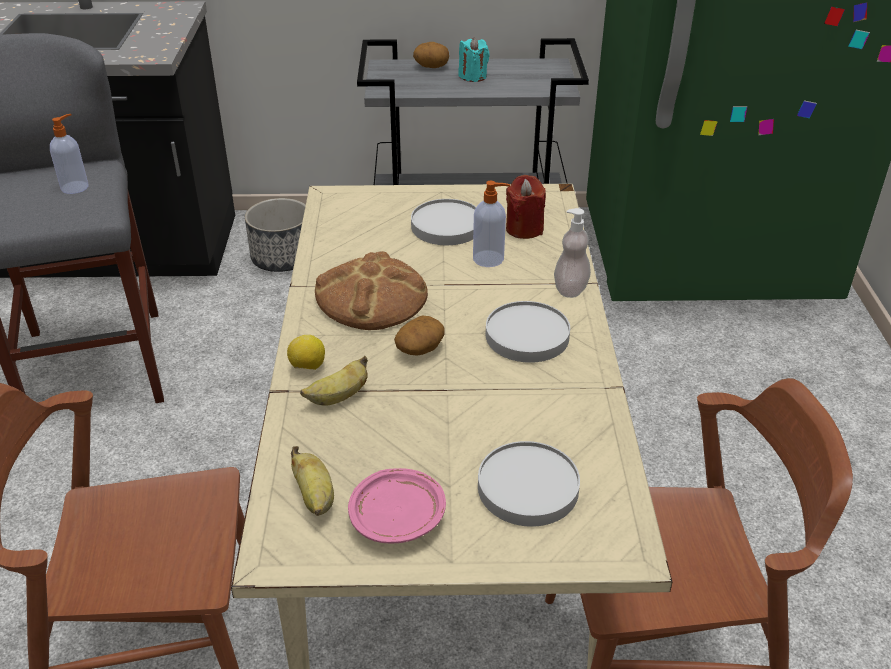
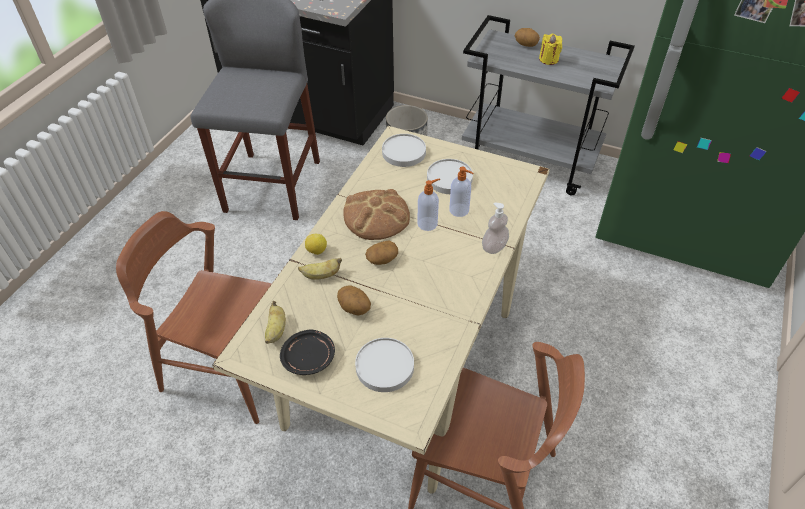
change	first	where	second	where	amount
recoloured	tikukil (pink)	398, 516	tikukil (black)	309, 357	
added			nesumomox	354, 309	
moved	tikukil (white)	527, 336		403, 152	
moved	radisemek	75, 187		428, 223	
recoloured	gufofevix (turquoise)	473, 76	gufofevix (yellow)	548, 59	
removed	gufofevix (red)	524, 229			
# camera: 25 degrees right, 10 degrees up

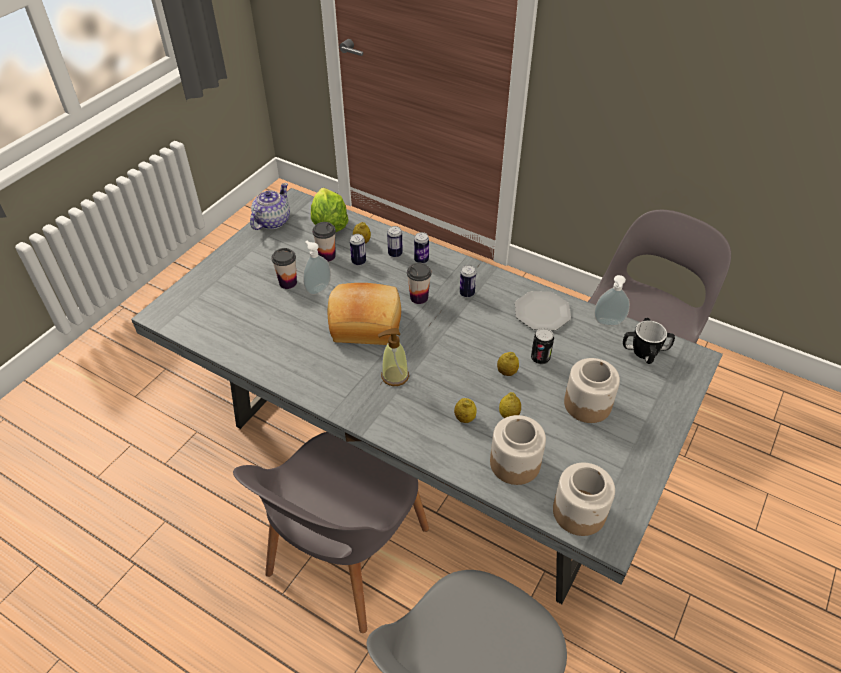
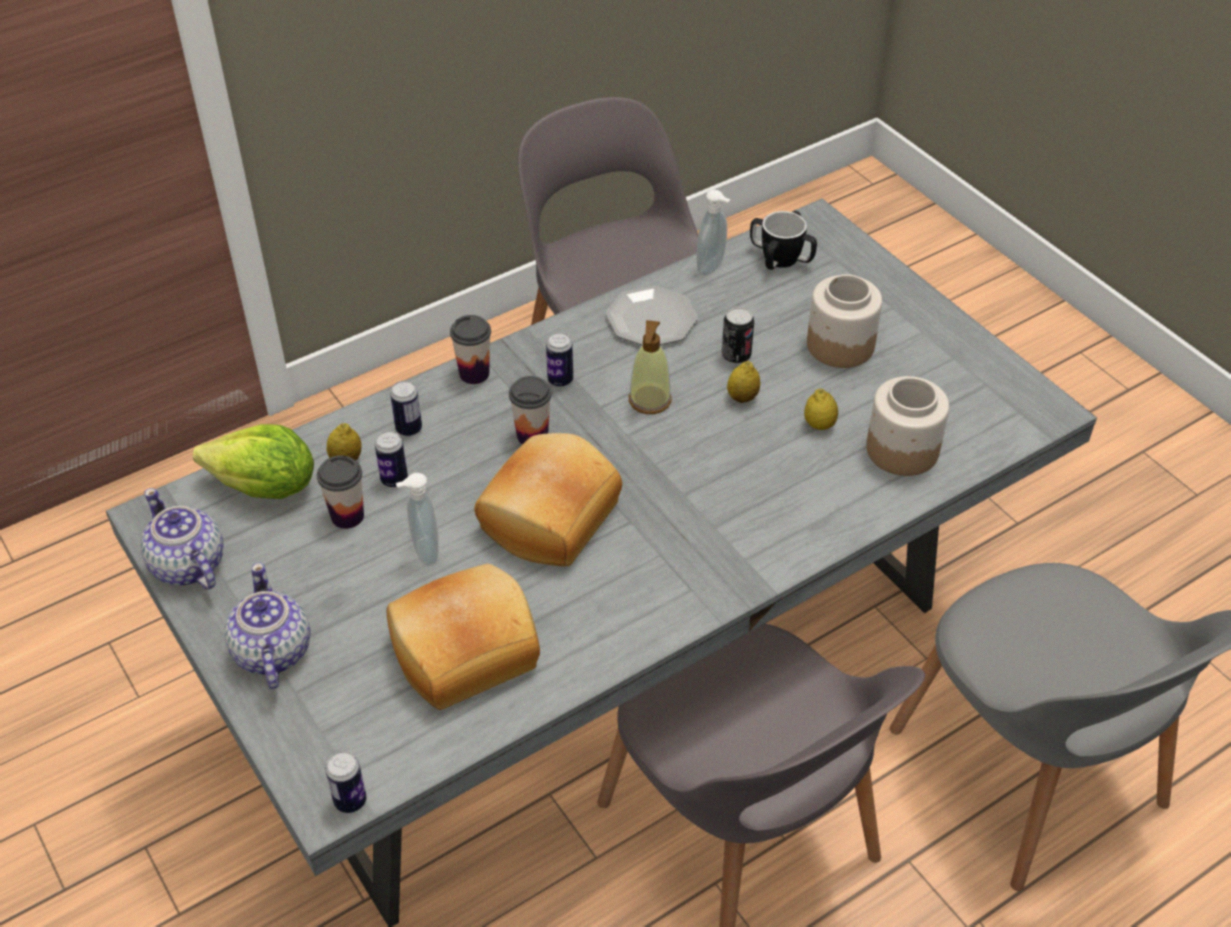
change	first	where	second	where	amount
added			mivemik	271, 652	
moved	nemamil	421, 260		350, 801	
added			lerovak	463, 649	
moved	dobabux	288, 283		474, 373	
moved	radisemek	394, 376		649, 400	
removed	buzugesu	464, 418			
removed	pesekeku	579, 511			
# camera: 65 degrees left, 0 degrees up

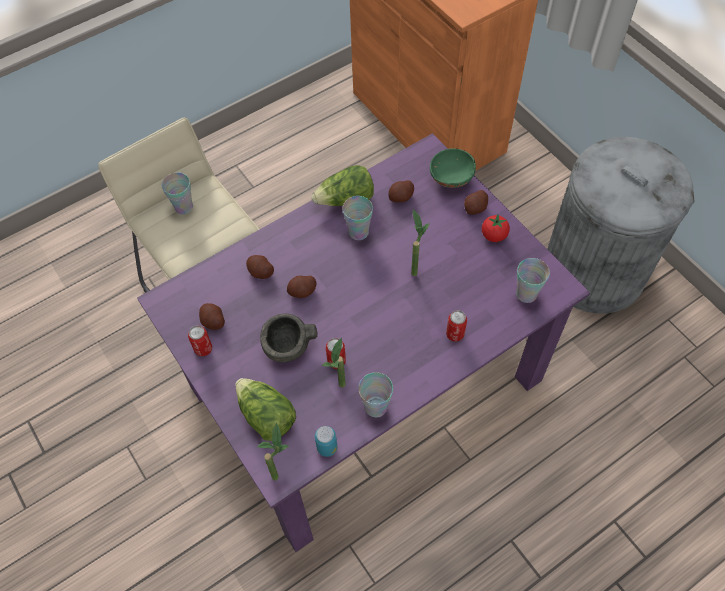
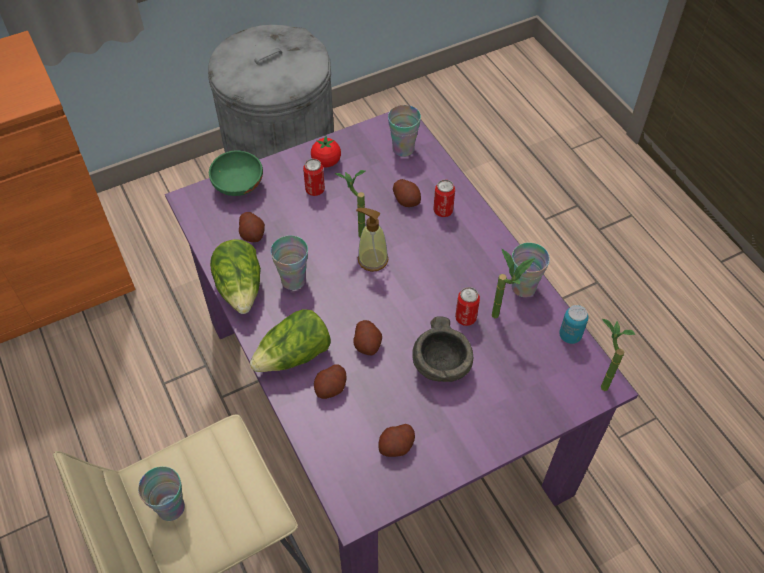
change	first	where	second	where	amount
moved	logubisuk	266, 416		294, 356	
moved	nemamil	203, 349		315, 190	
added			radisemek	372, 259	
moved	nesumomox	475, 208		407, 200	
# camera: 85 degrees left, 5 degrees down

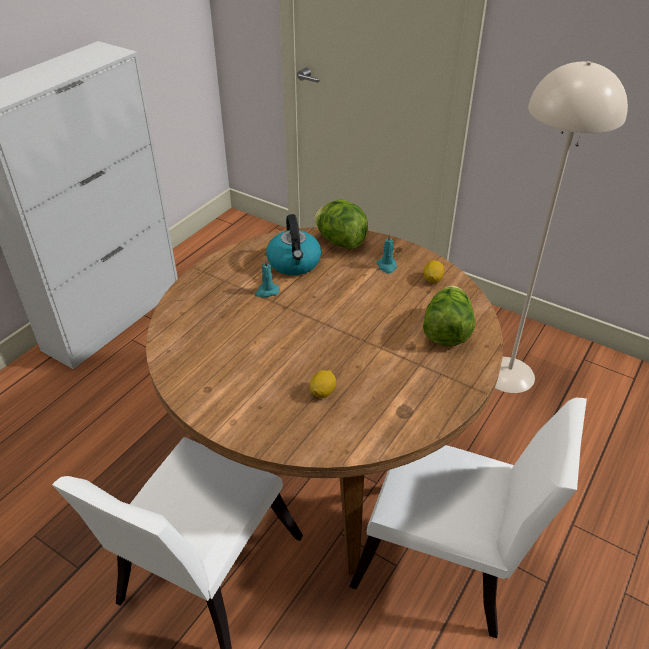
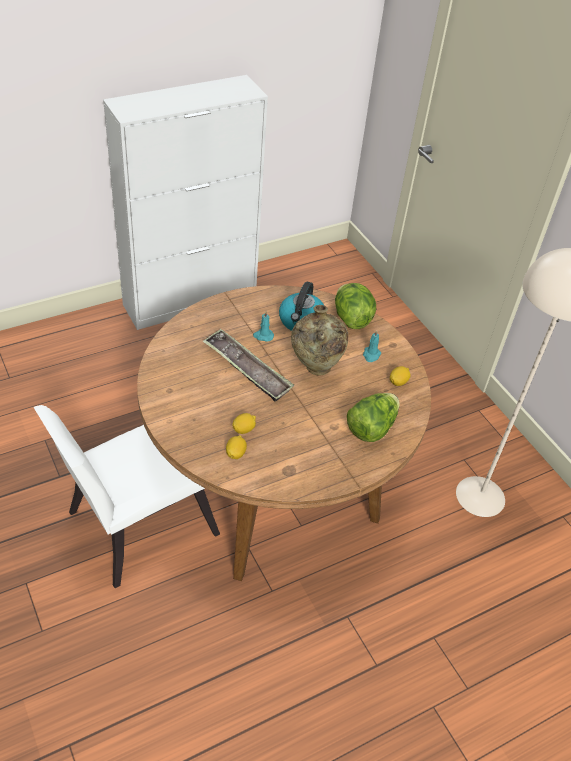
change	first	where	second	where	amount
added			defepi	247, 369	
added			buzugesu	235, 453	
added			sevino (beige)	315, 369	
removed	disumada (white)	448, 560			
# camera: 25 degrees right, 5 degrees up

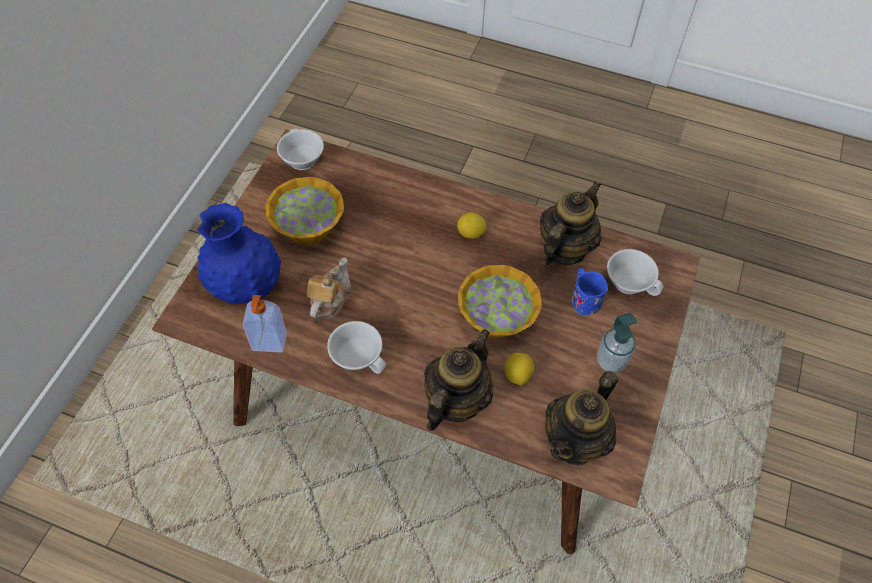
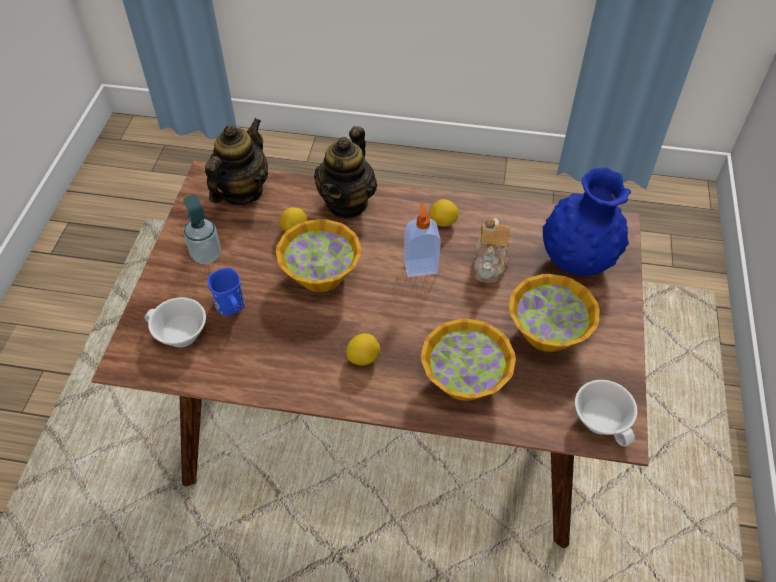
change	first	where	second	where	amount
moved	radisemek	269, 343		420, 266	
added			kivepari	465, 378	
replaced	dobabux (white)	359, 355	buzugesu	443, 222	
removed	mivemik	564, 249			
# camera: 170 degrees right, 5 degrees down

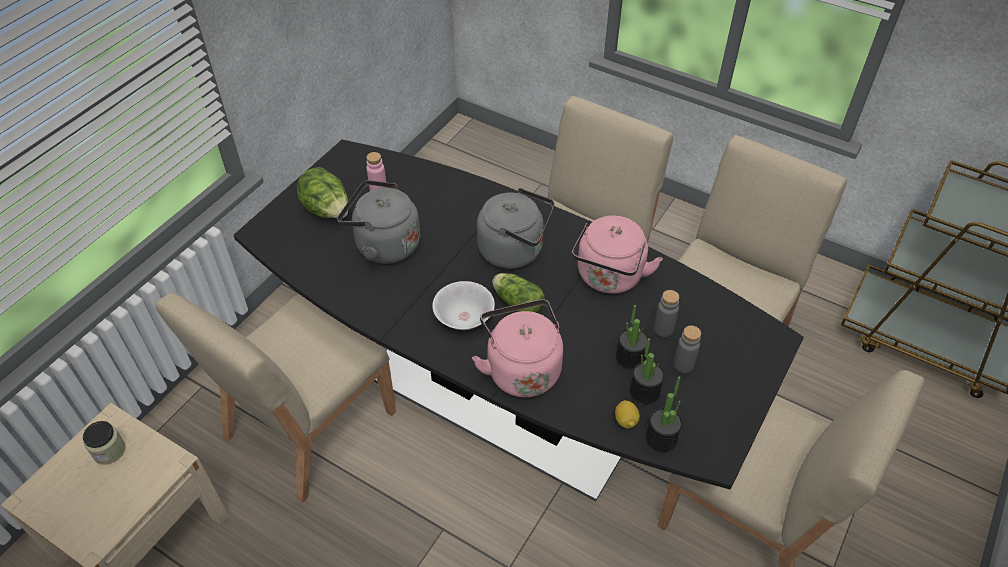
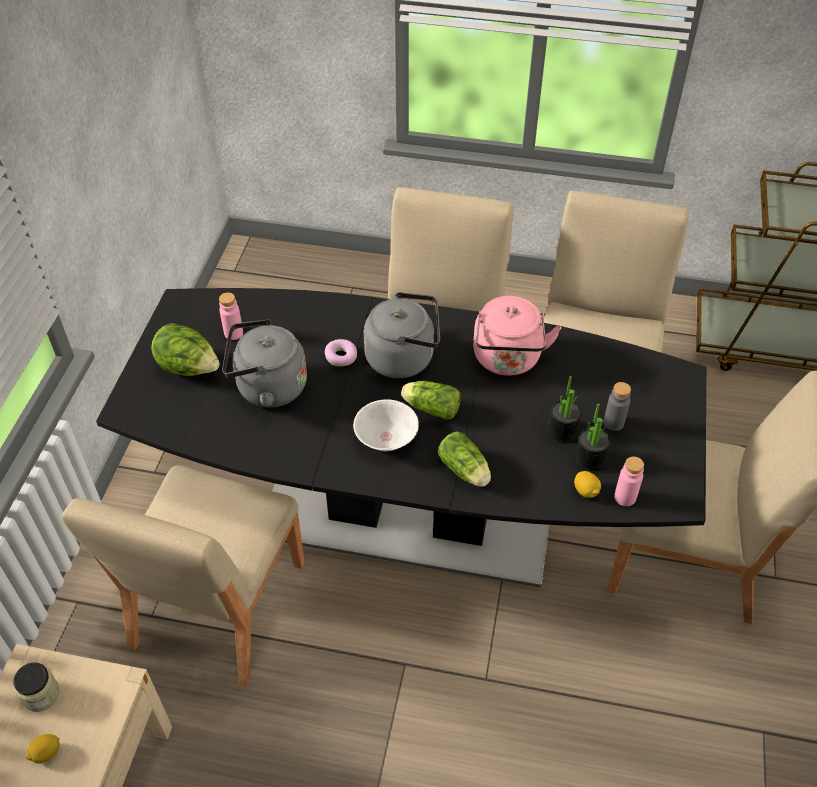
change	first	where	second	where	amount
added			buzugesu	46, 753	
added			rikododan	341, 357	
replaced	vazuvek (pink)	521, 368	logubisuk	465, 471	
replaced	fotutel	661, 438	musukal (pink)	625, 497	
removed	musukal (grey)	663, 329			
# camera: 20 degrees left, 0 degrees up

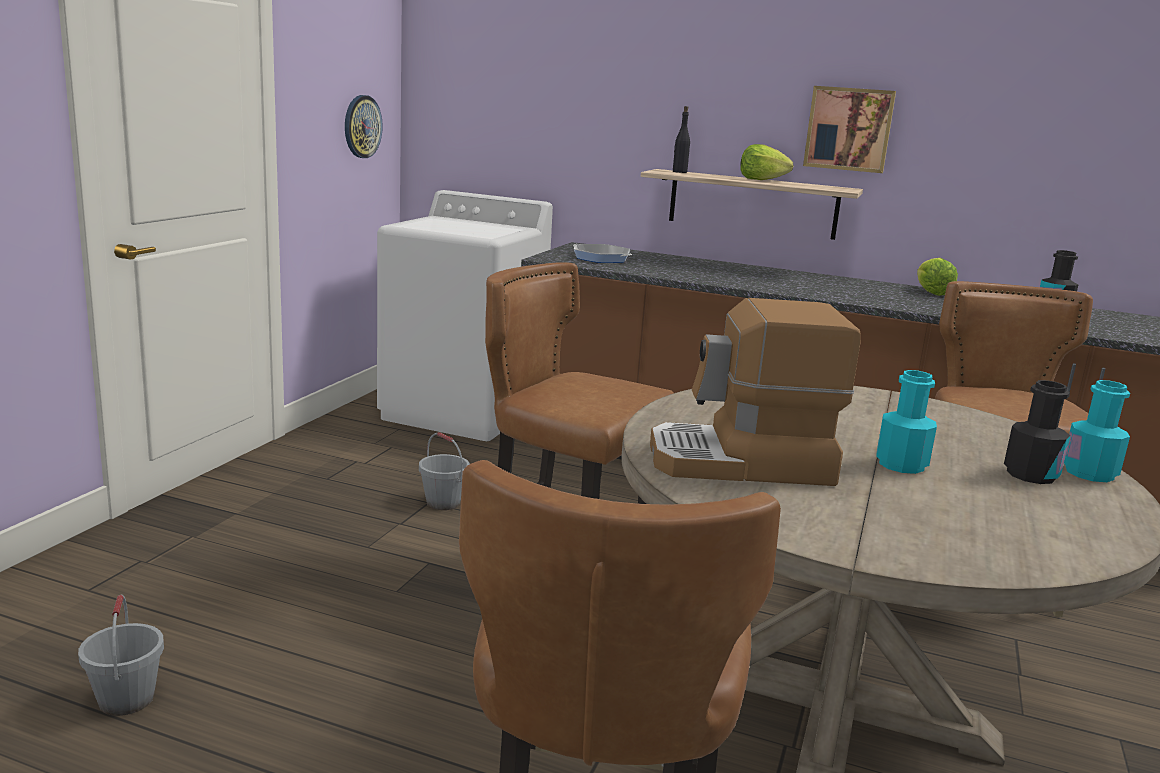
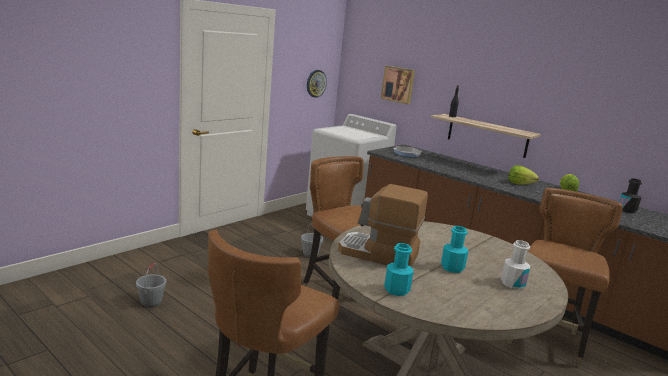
change	first	where	second	where	amount
moved	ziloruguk	849, 129		398, 84	
moved	musukal (turquoise)	1089, 473		396, 290	
recoloured	musukal (black)	1030, 475	musukal (white)	512, 284	
moved	logubisuk	761, 179		519, 184	
# camera: 20 degrees right, 0 degrees up

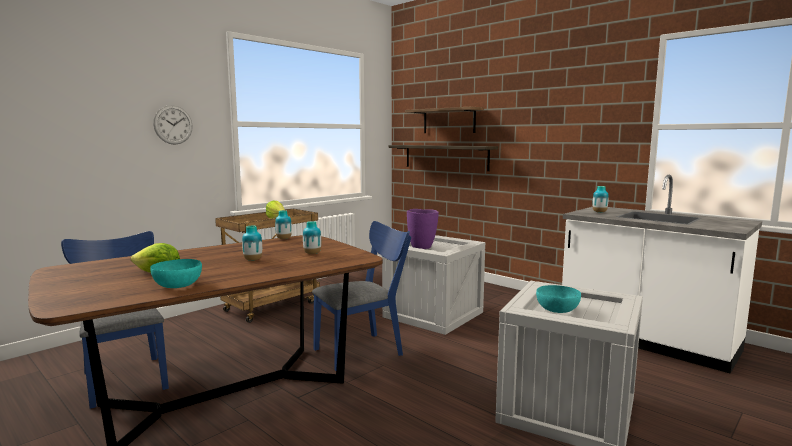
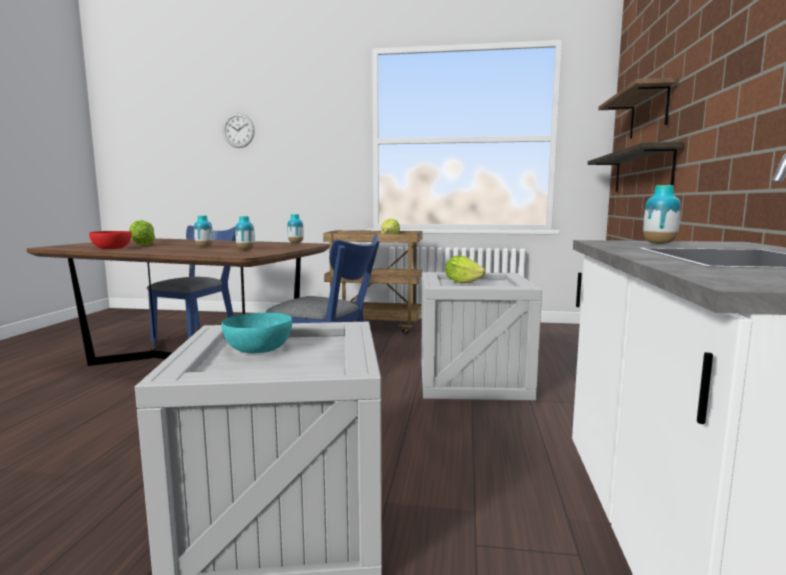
change	first	where	second	where	amount
recoloured	kivepari (turquoise)	177, 285	kivepari (red)	112, 248	
moved	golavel	173, 125		238, 130	
replaced	sevino (purple)	422, 247	logubisuk	462, 282	
# camera: 55 degrees right, 0 degrees up

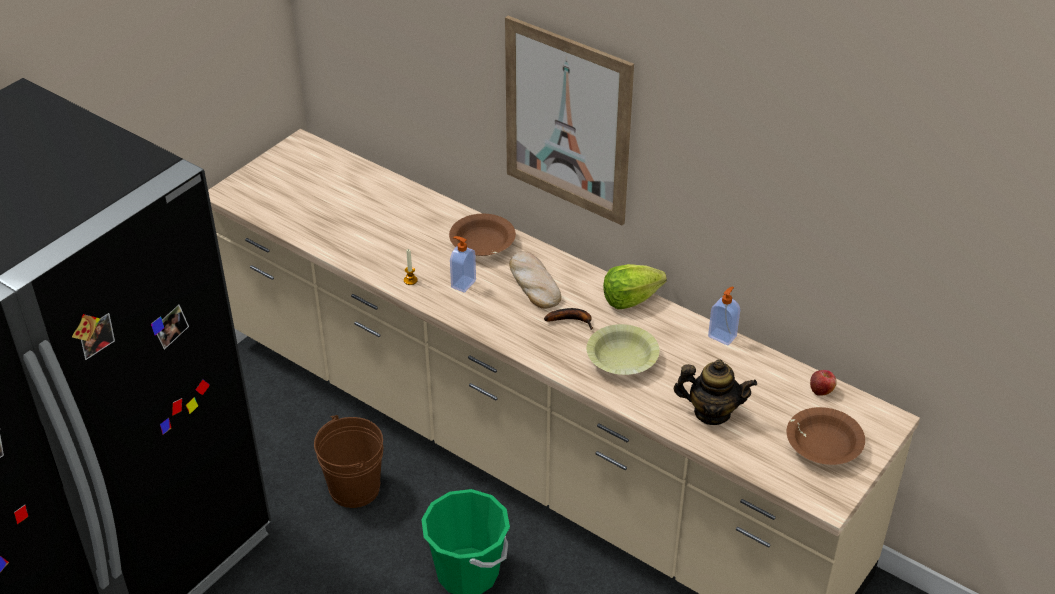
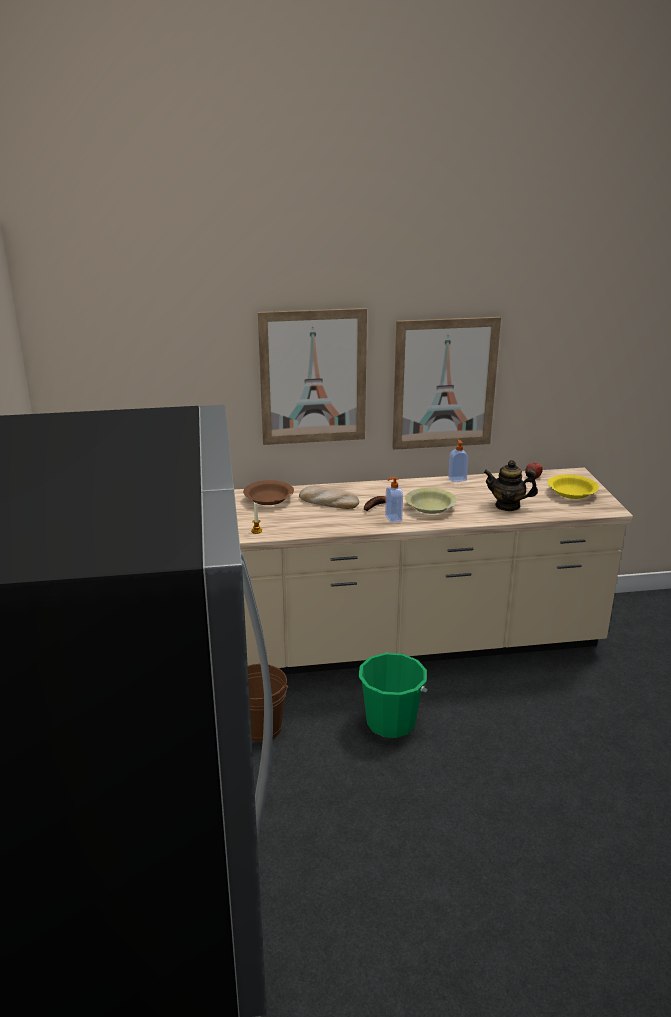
change	first	where	second	where	amount
moved	radisemek	462, 284		392, 518	
added			ziloruguk	444, 384	
turned	mivemik	712, 412		507, 505	135 degrees counterclockwise
recoloured	kivepari (brown)	823, 445	kivepari (yellow)	571, 493	
removed	logubisuk	630, 299			
# camera: 45 degrees left, 15 degrees down

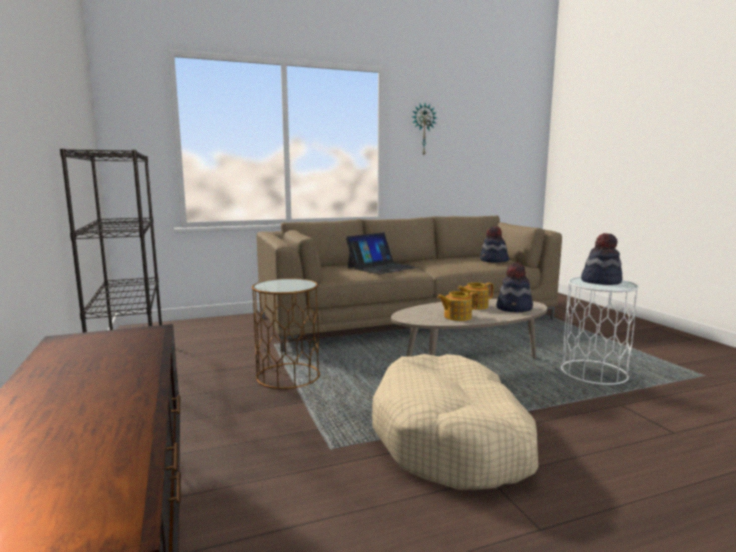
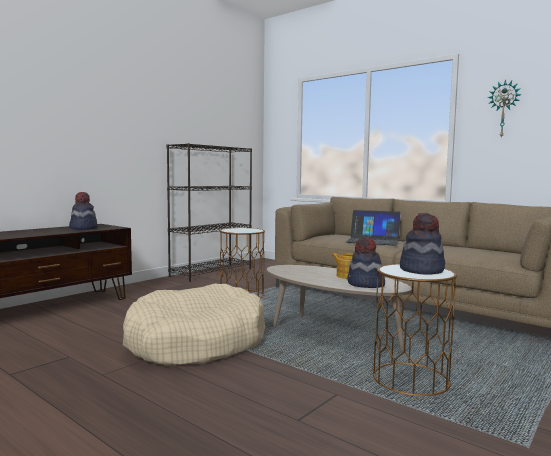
change	first	where	second	where	amount
moved	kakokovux	493, 261		83, 228	
recoloured	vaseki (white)	594, 372	vaseki (brown)	410, 379	
removed	mivemik	456, 317			
# camera: 60 degrees right, 5 degrees down

